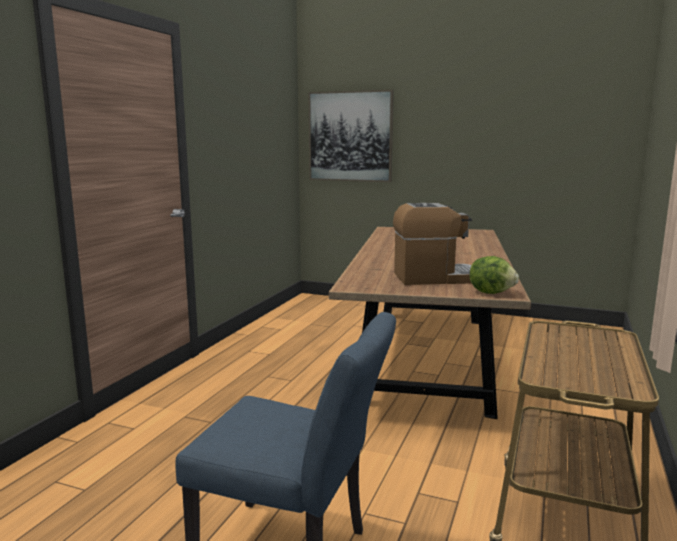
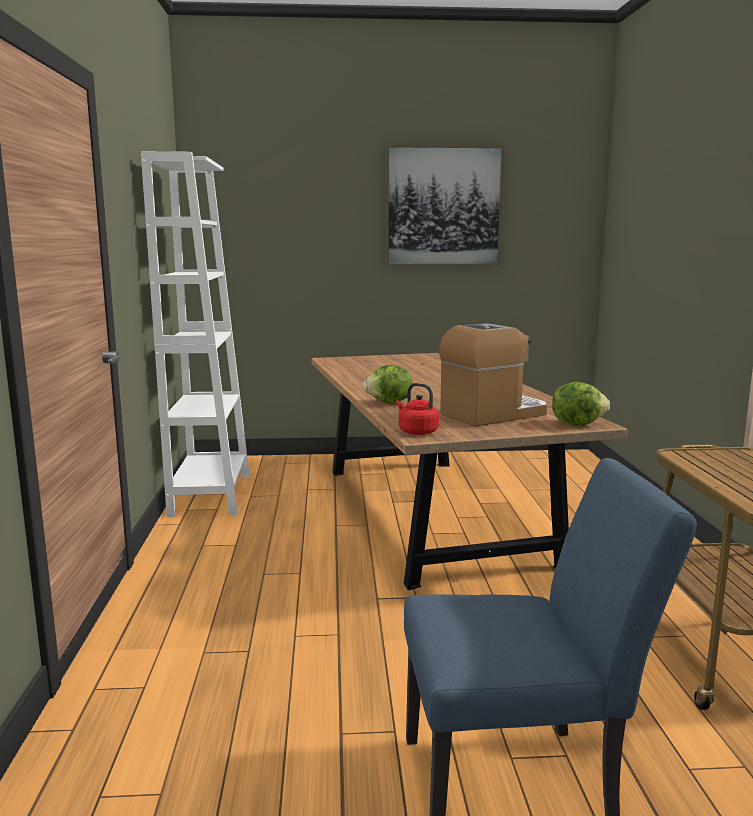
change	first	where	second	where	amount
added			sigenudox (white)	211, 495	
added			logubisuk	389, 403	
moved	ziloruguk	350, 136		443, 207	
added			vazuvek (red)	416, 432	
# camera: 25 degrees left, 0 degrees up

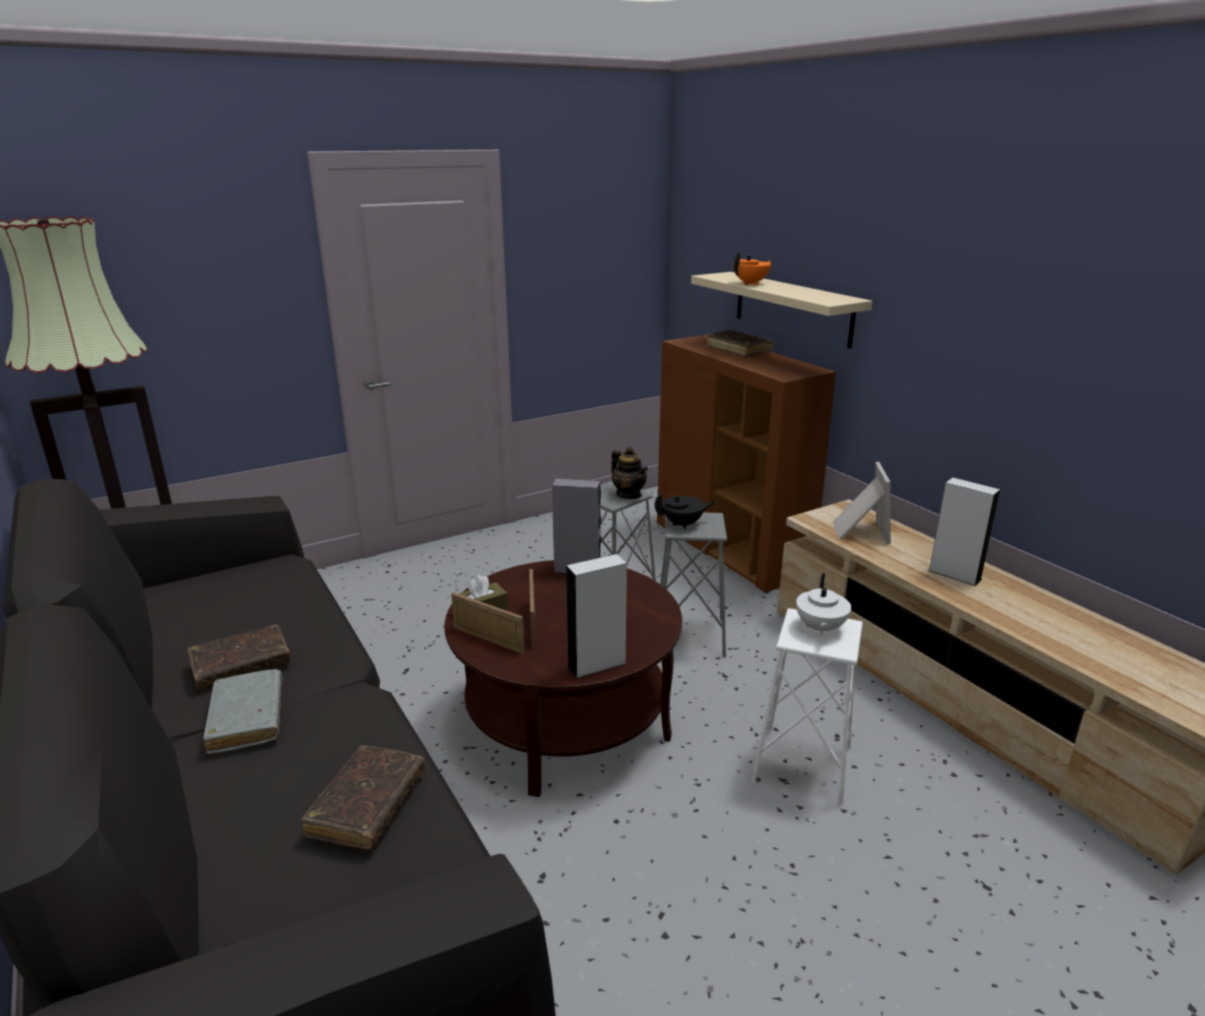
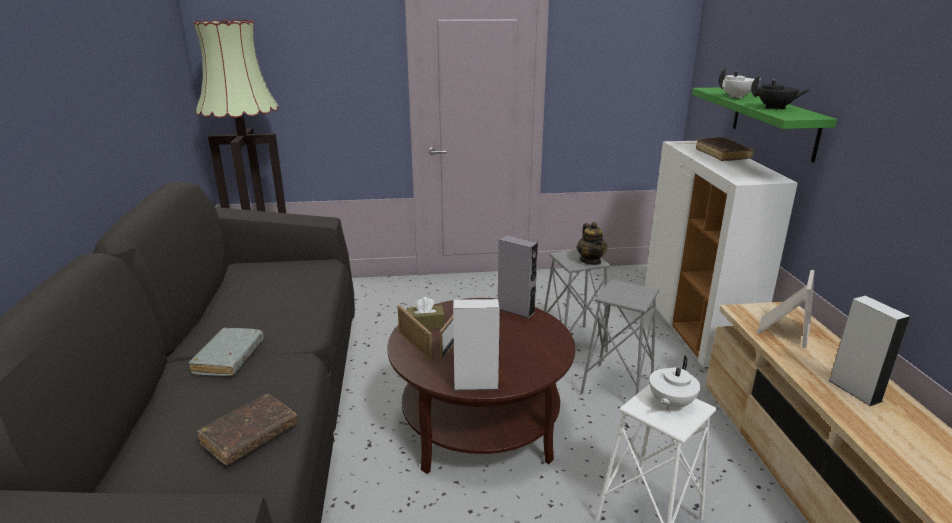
change	first	where	second	where	amount
recoloured	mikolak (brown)	731, 551	mikolak (white)	695, 327	
recoloured	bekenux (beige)	792, 308	bekenux (green)	774, 122	
recoloured	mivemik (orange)	751, 283	mivemik (white)	736, 97	
moved	mivemik (black)	683, 524		775, 108	
removed	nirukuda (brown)	241, 665			
# camera: 25 degrees right, 0 degrees up

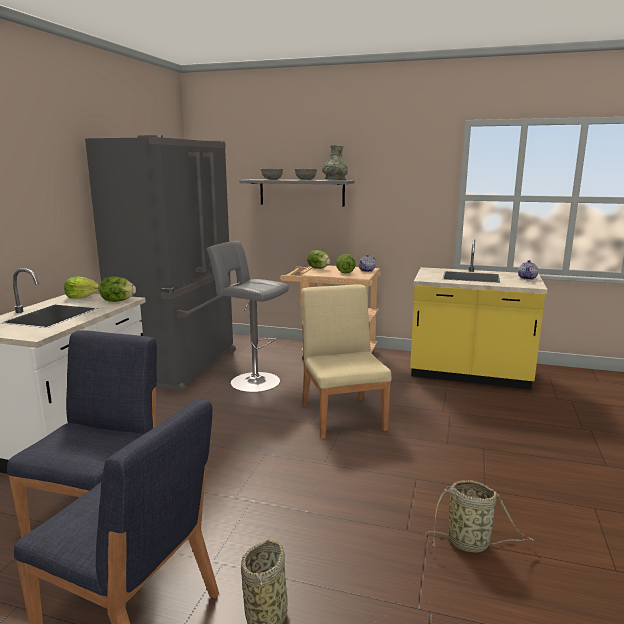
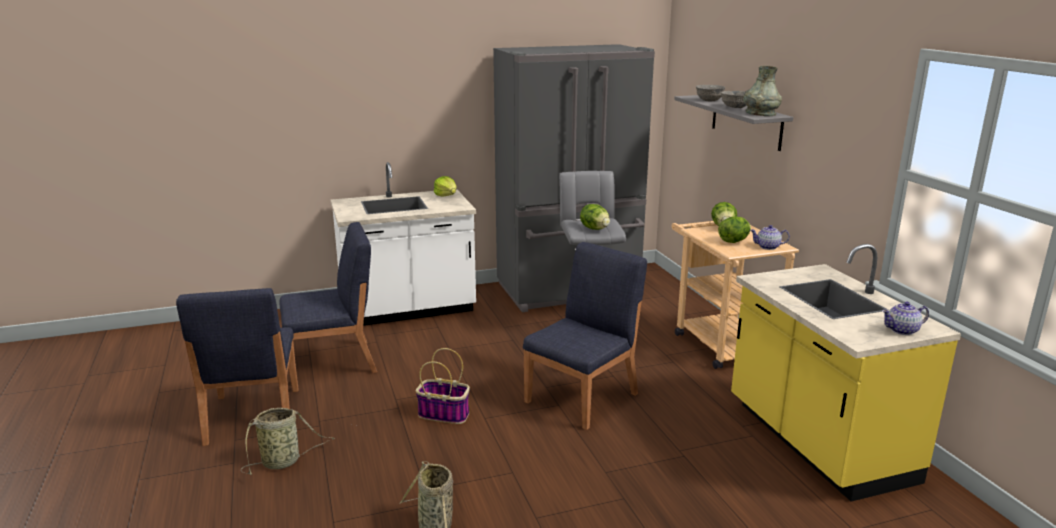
change	first	where	second	where	amount
added			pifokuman	445, 414	
recoloured	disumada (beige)	343, 416	disumada (blue)	583, 397	
moved	logubisuk	117, 301		595, 229	
# camera: 55 degrees right, 5 degrees up

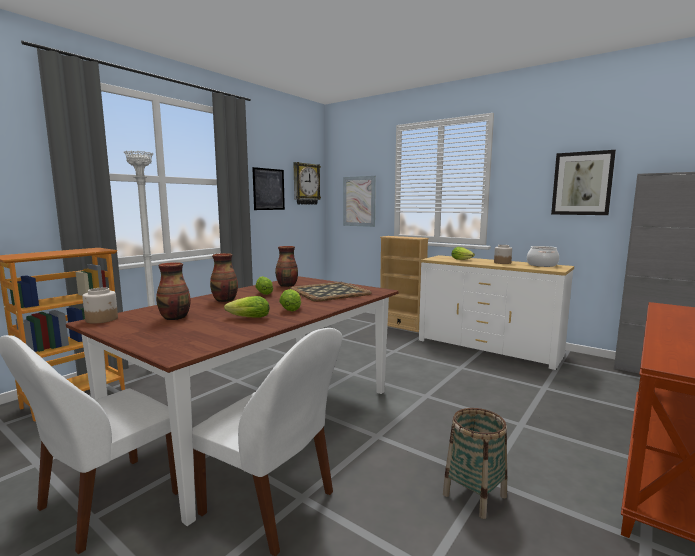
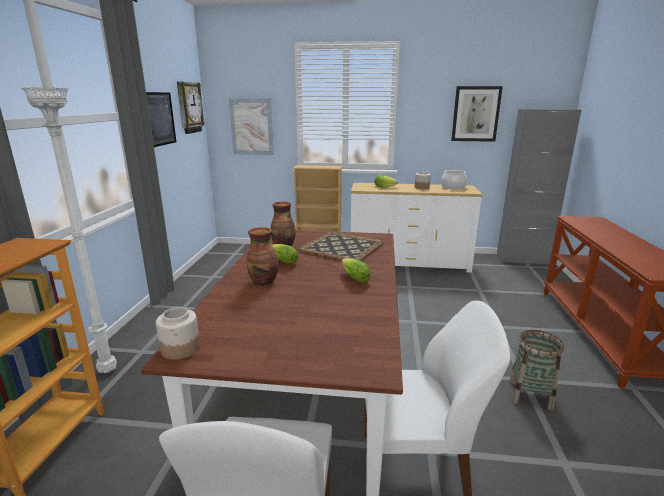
change	first	where	second	where	amount
removed	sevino	175, 318			
removed	logubisuk	247, 318			
# camera: 30 degrees left, 10 degrees up

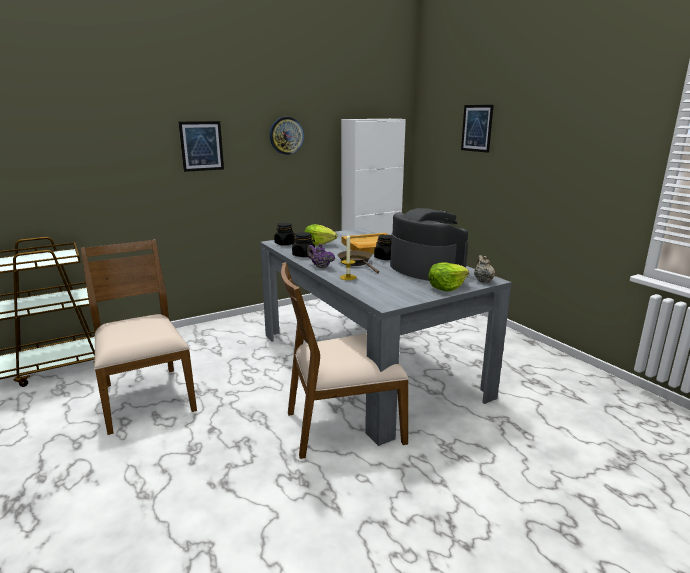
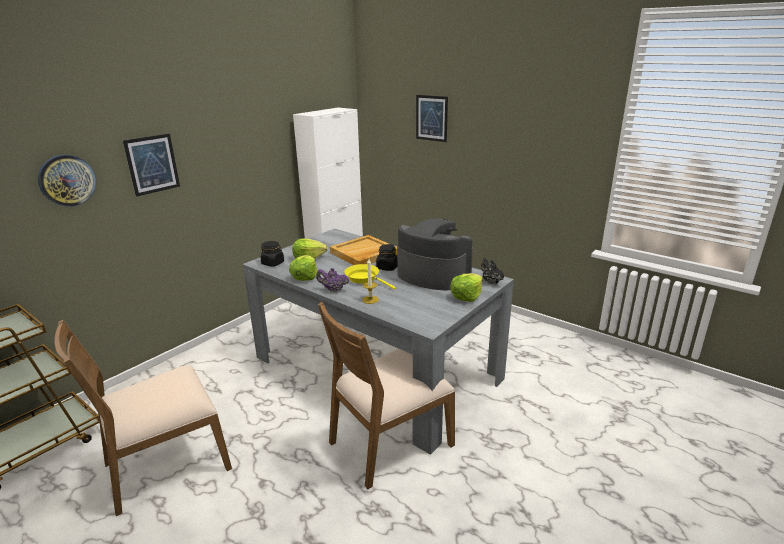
change	first	where	second	where	amount
moved	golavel	286, 135		67, 180	
turned	disumada (brown)	146, 397		166, 464	75 degrees counterclockwise
replaced	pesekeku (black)	304, 255	logubisuk	305, 276	
recoloured	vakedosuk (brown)	356, 263	vakedosuk (yellow)	364, 278	
recoloured	mivemik (beige)	483, 280	mivemik (black)	490, 282	
# camera: 20 degrees left, 5 degrees up

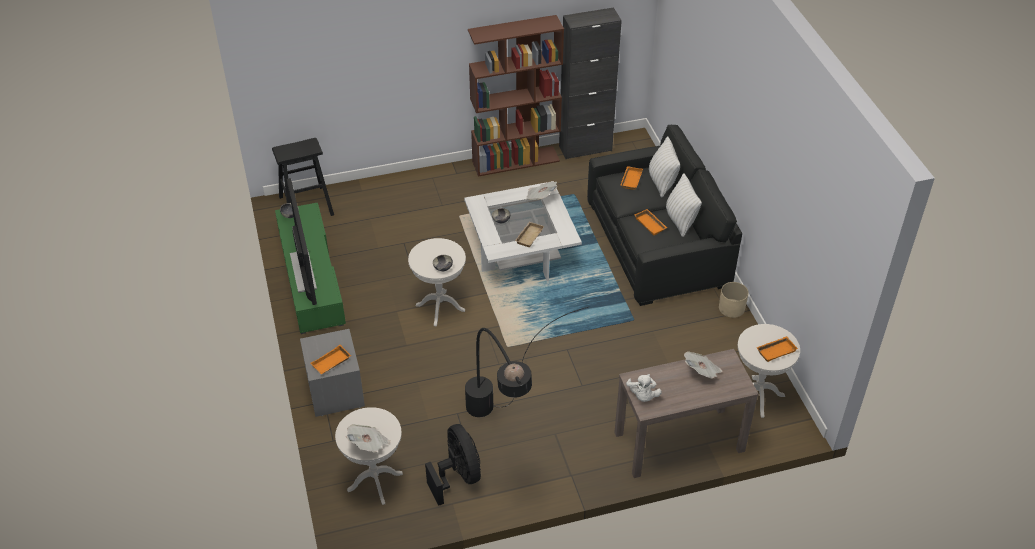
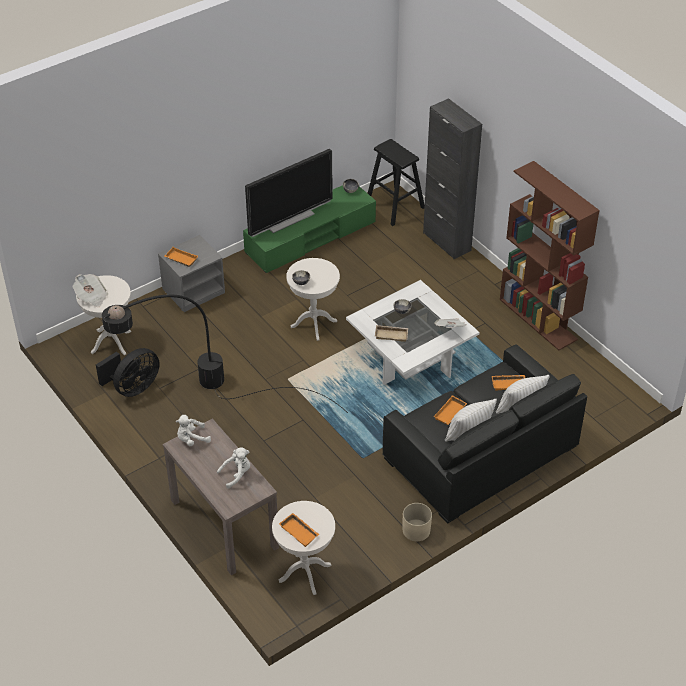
change	first	where	second	where	amount
replaced	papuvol	702, 372	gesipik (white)	237, 474	
moved	mikolak (black)	585, 148		447, 241	
# camera: 70 degrees right, 0 degrees up

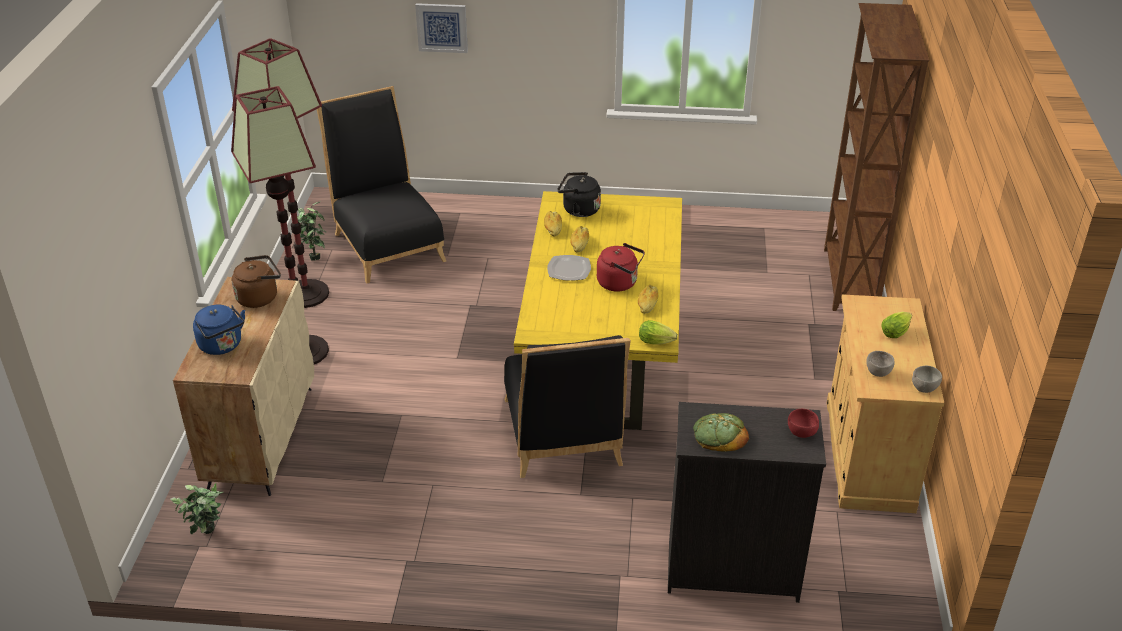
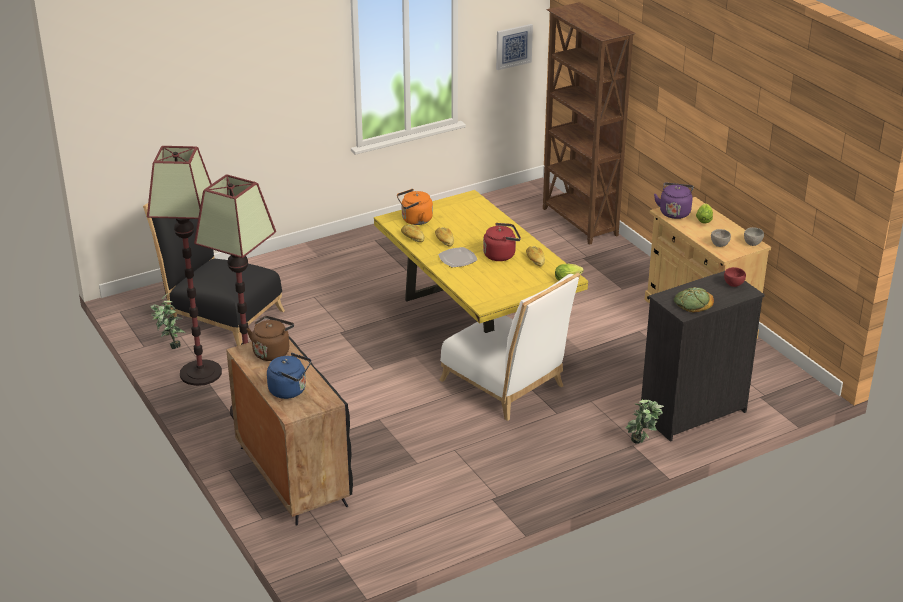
change	first	where	second	where	amount
recoloured	mikolak (beige)	261, 437	mikolak (black)	292, 476	
recoloured	vazuvek (black)	578, 210	vazuvek (orange)	415, 220	
recoloured	disumada (black)	563, 438	disumada (white)	507, 386	
moved	ziloruguk	442, 27		513, 46	
moved	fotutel	208, 537		642, 444	
added			vazuvek (purple)	674, 212	
# camera: 35 degrees left, 5 degrees down

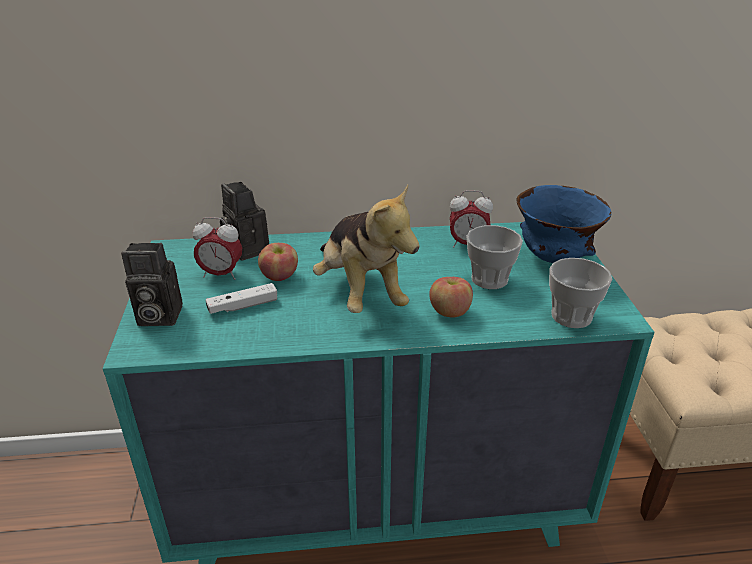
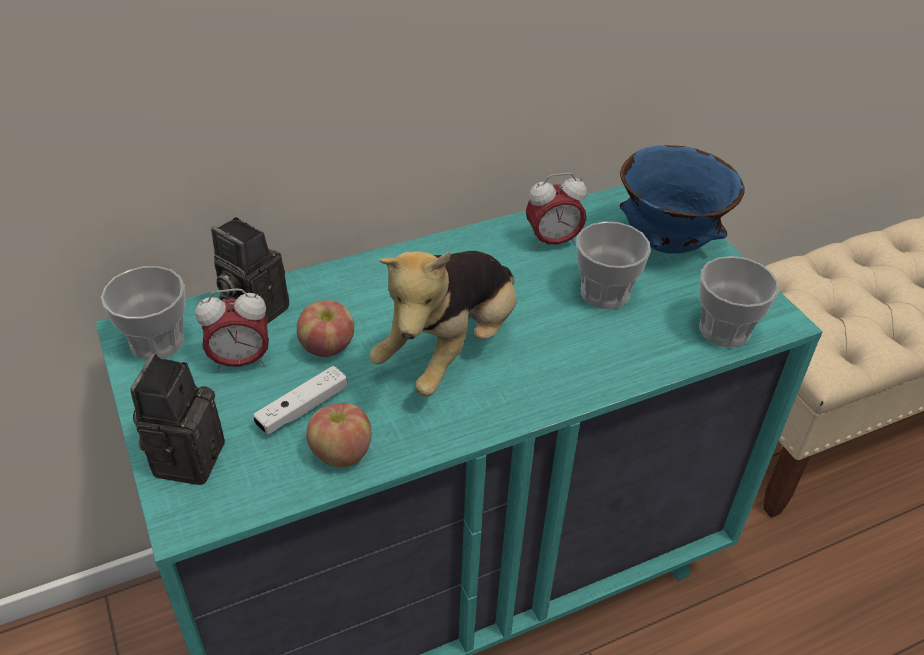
change	first	where	second	where	amount
added			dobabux	157, 342	
turned	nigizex	156, 317		186, 456	120 degrees clockwise
moved	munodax	449, 312		341, 453	
turned	gesipik	360, 292		451, 349	75 degrees clockwise
# camera: 20 degrees left, 10 degrees up

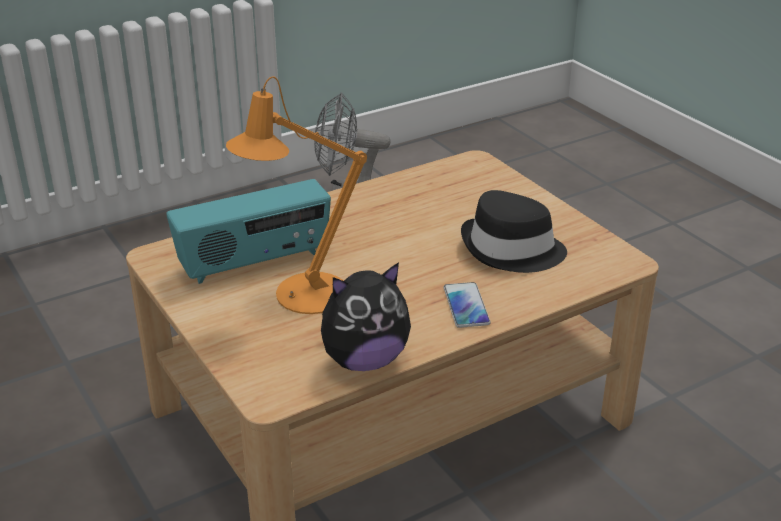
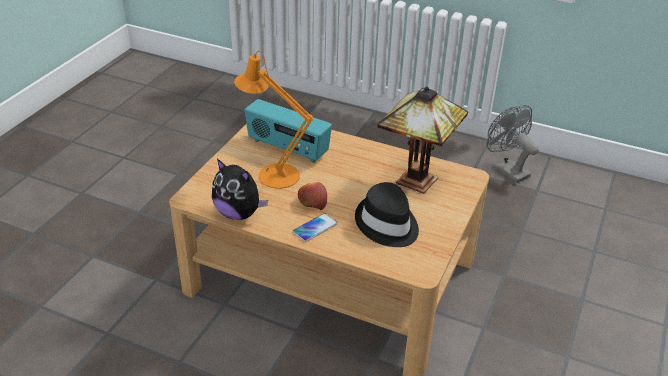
change	first	where	second	where	amount
added			munodax	312, 201	
added			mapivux	417, 182	
# camera: 55 degrees right, 5 degrees up

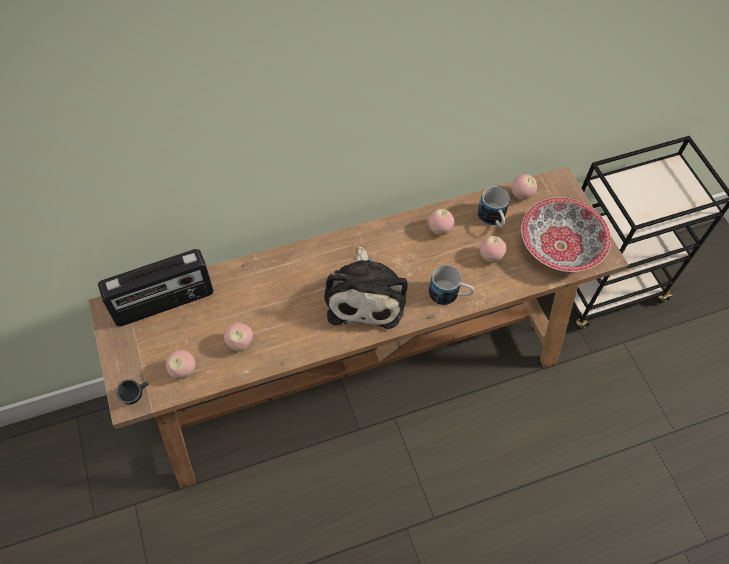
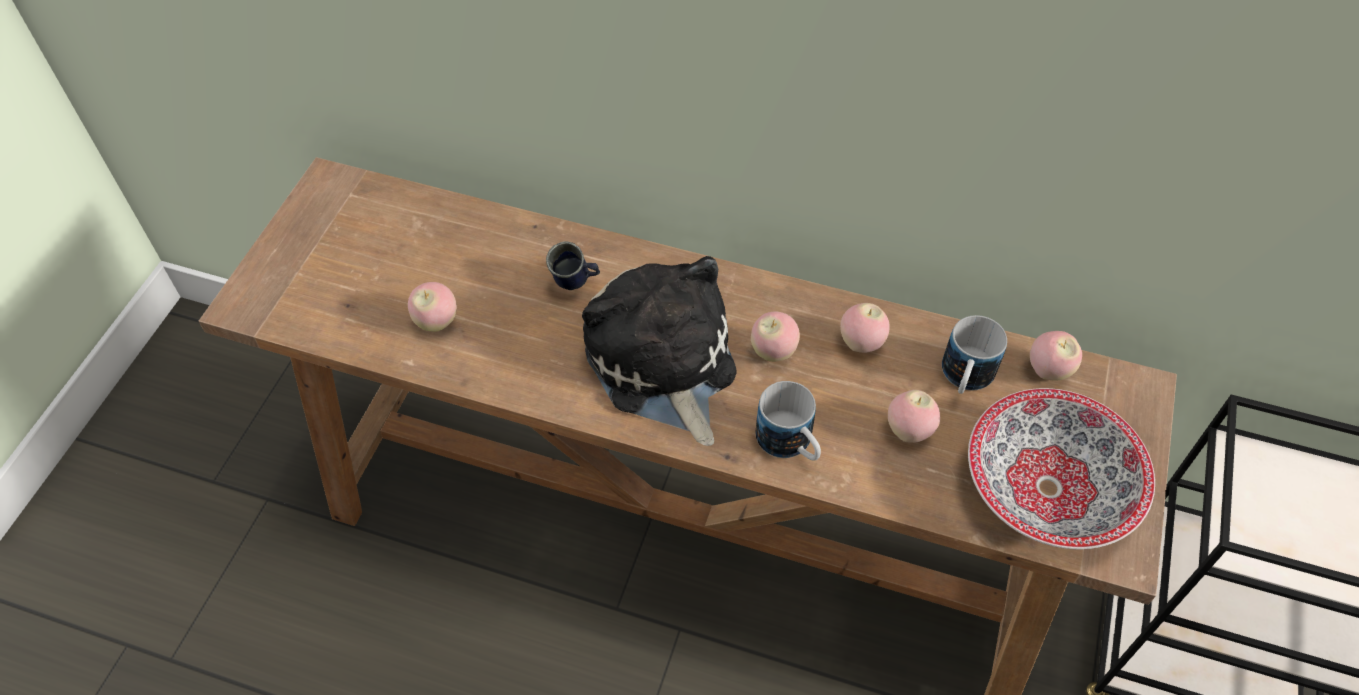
change	first	where	second	where	amount
moved	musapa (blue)	137, 396		576, 284	
turned	gesipik	365, 295		662, 366	120 degrees clockwise
moved	munodax	183, 371		773, 352	
removed	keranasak	164, 303			
# camera: 40 degrees right, 5 degrees down

